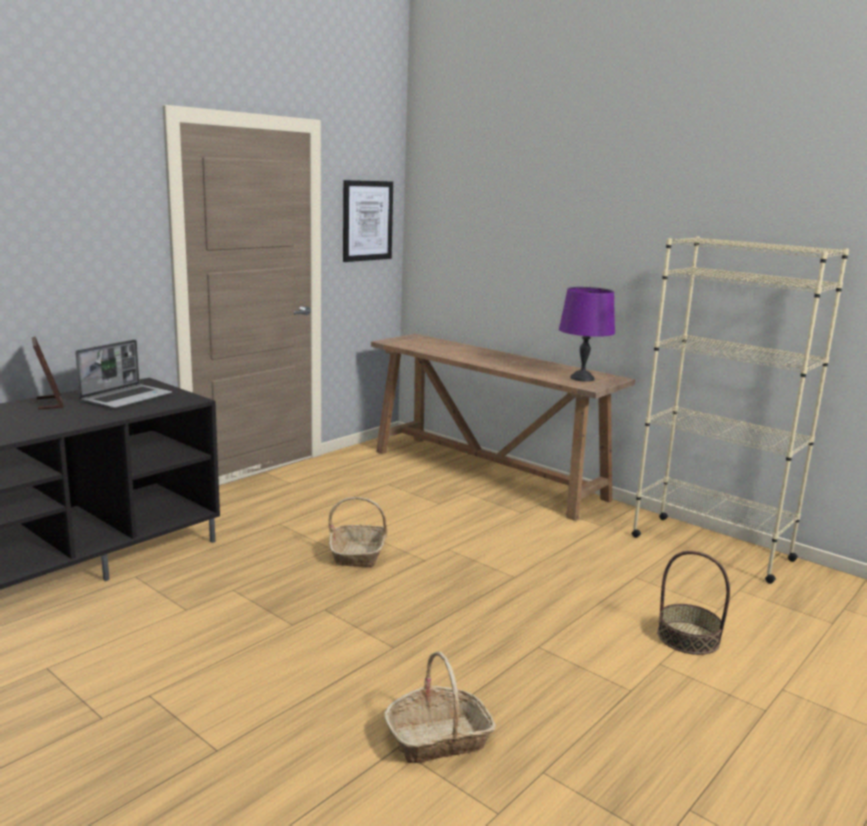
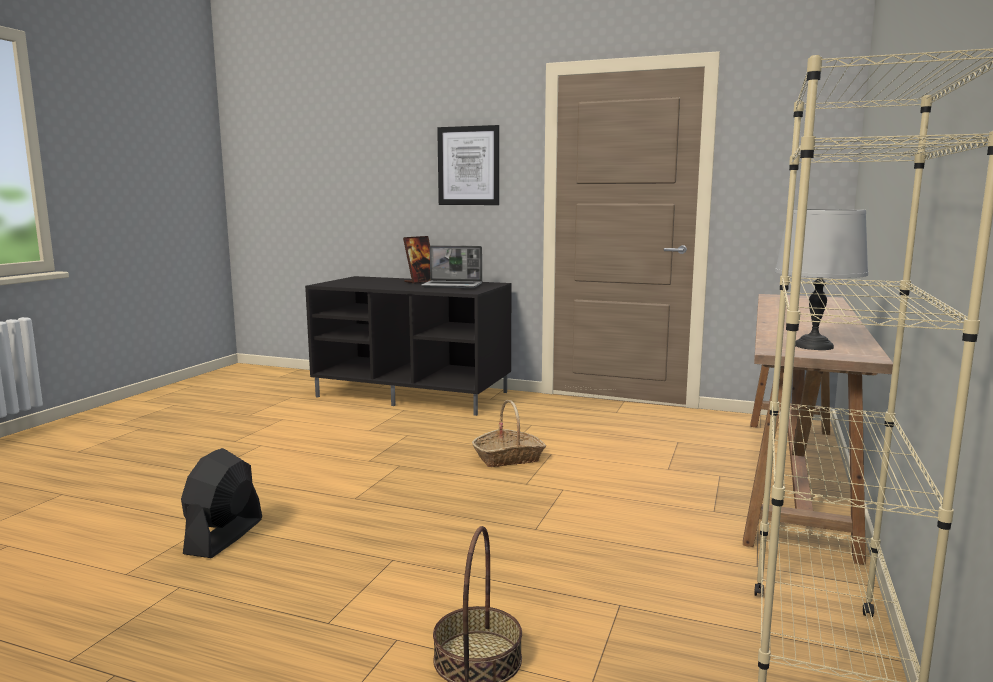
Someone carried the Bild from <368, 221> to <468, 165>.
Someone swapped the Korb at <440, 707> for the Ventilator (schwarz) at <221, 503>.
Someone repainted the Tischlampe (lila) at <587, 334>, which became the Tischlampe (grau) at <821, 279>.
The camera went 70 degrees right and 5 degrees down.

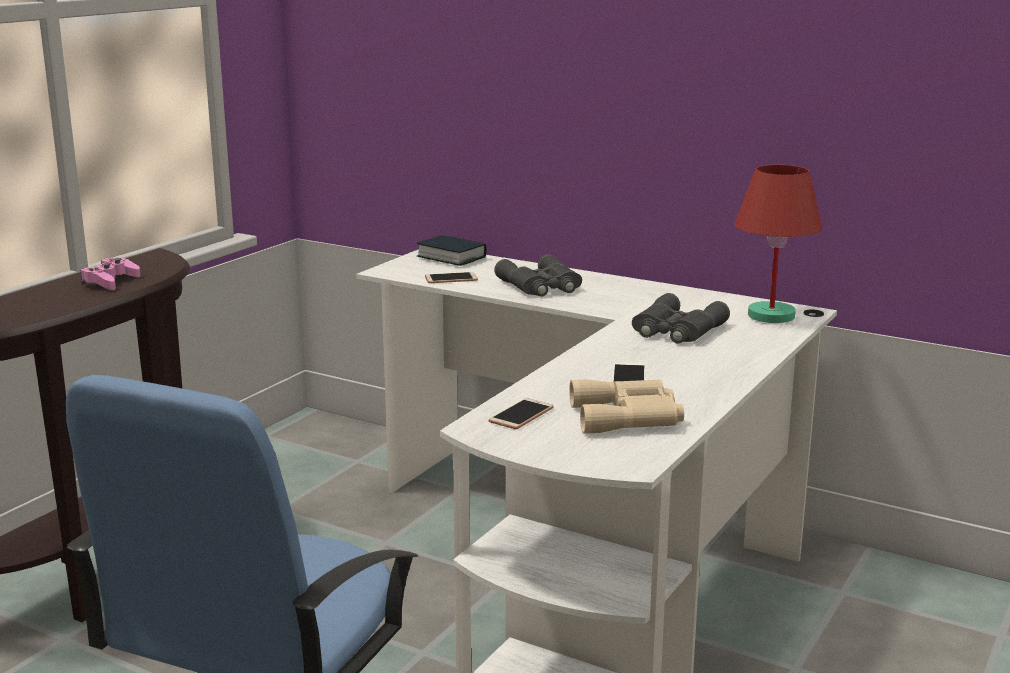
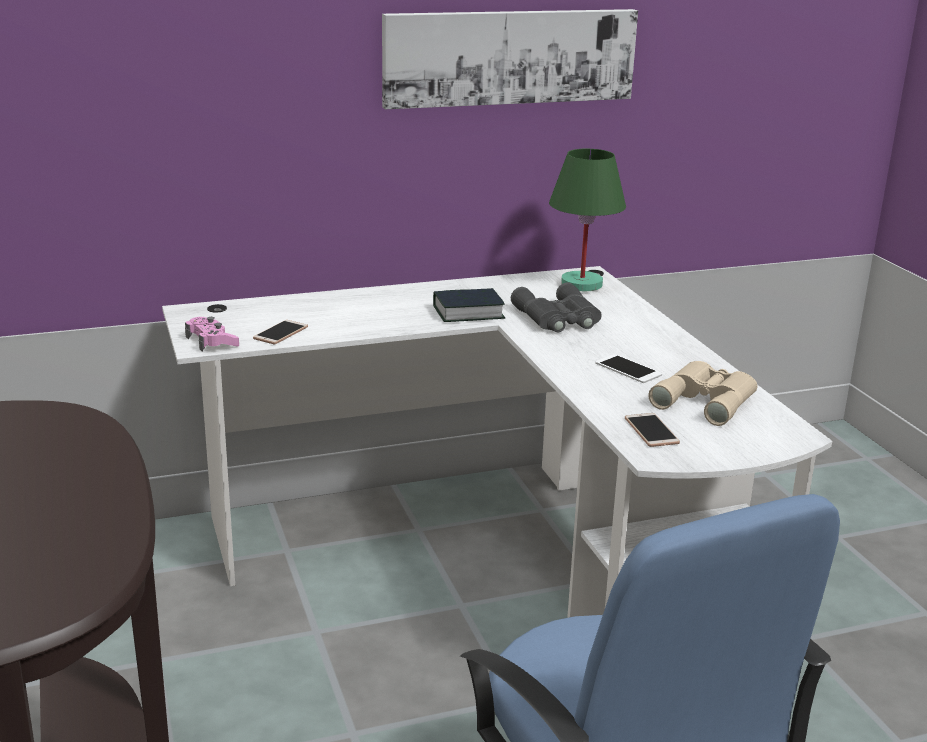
Someone took away the Fernglas (grau) at <538, 275>.
Someone put up the Bild at <510, 59>.
Someone carried the Gamepad (rosa) from <111, 273> to <212, 334>.
Someone carried the Buch from <452, 250> to <469, 305>.
Someone repainted the Tischlampe (rot) at <778, 243>, which became the Tischlampe (grün) at <587, 220>.
The camera went 50 degrees left and 5 degrees up.

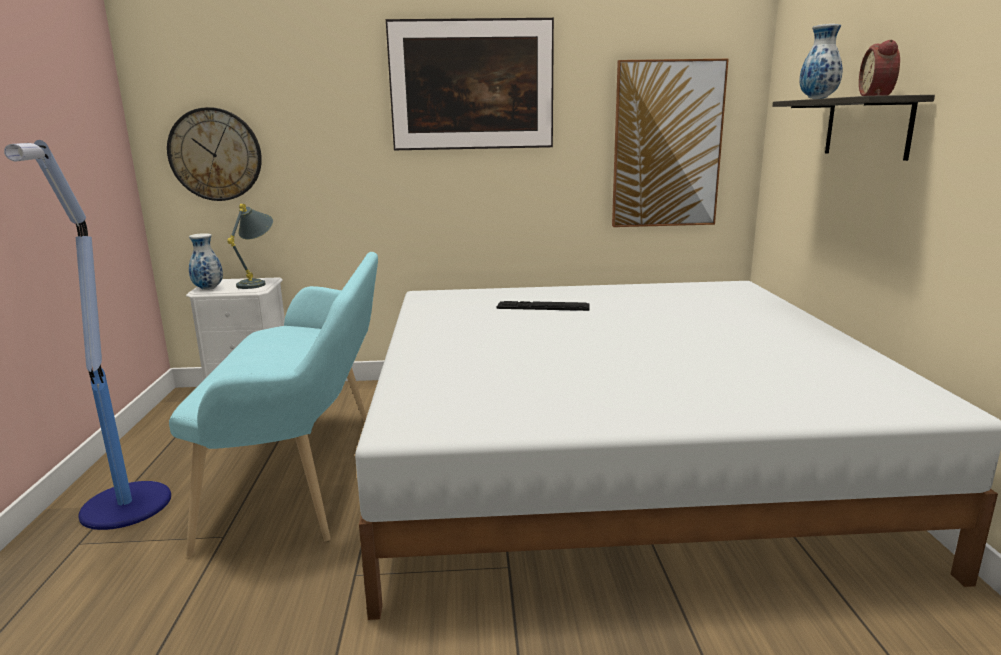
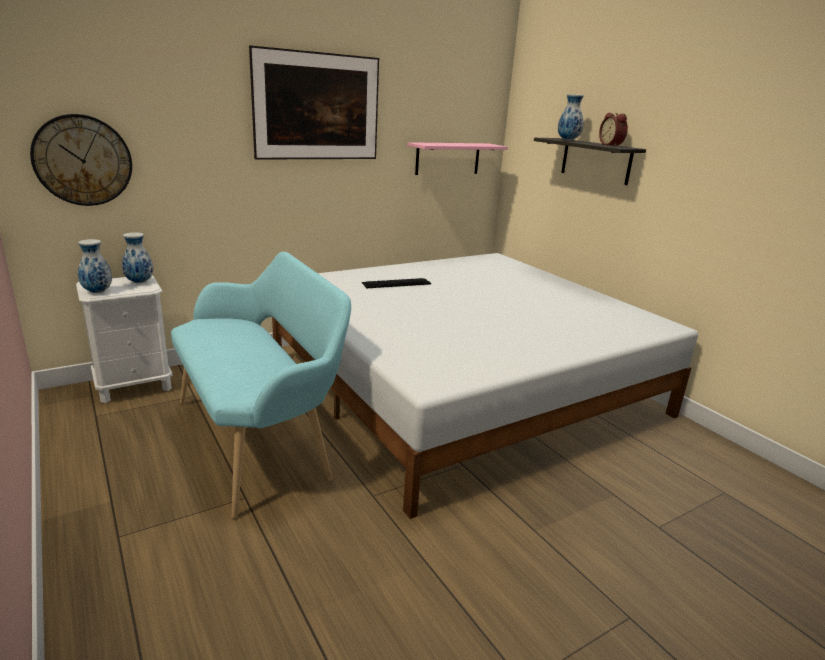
Someone took away the Stehlampe at <87, 335>.
Someone swapped the Tischlampe (grau) at <250, 246> for the Vase at <137, 257>.
Someone swapped the Bild at <670, 143> for the Wandregal (rosa) at <457, 158>.
The camera went 30 degrees left and 5 degrees up.

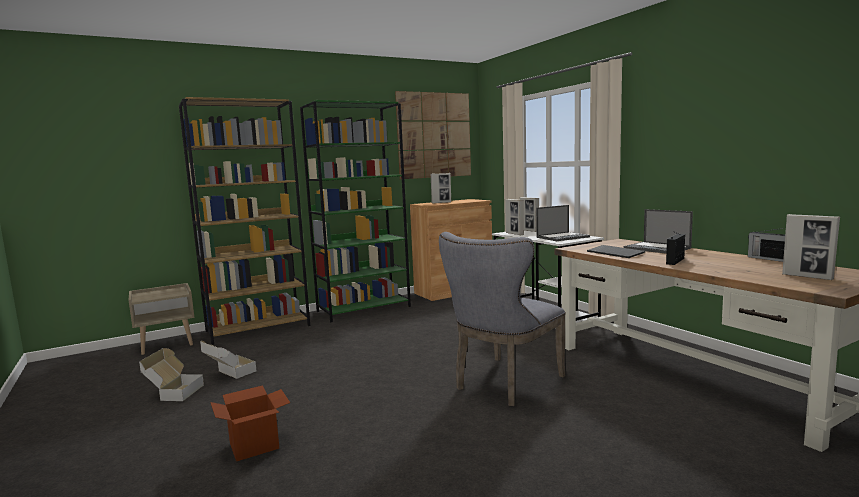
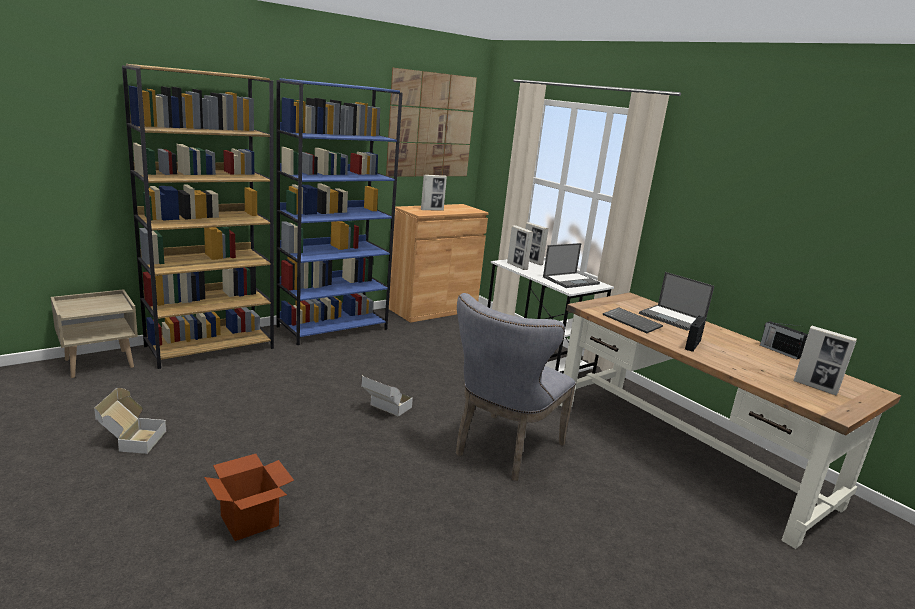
Someone carried the Karton from <228, 360> to <387, 396>.
Someone repainted the Bücherregal (grün) at <355, 211>, which became the Bücherregal (blau) at <340, 211>.
The camera went 10 degrees left and 10 degrees up.

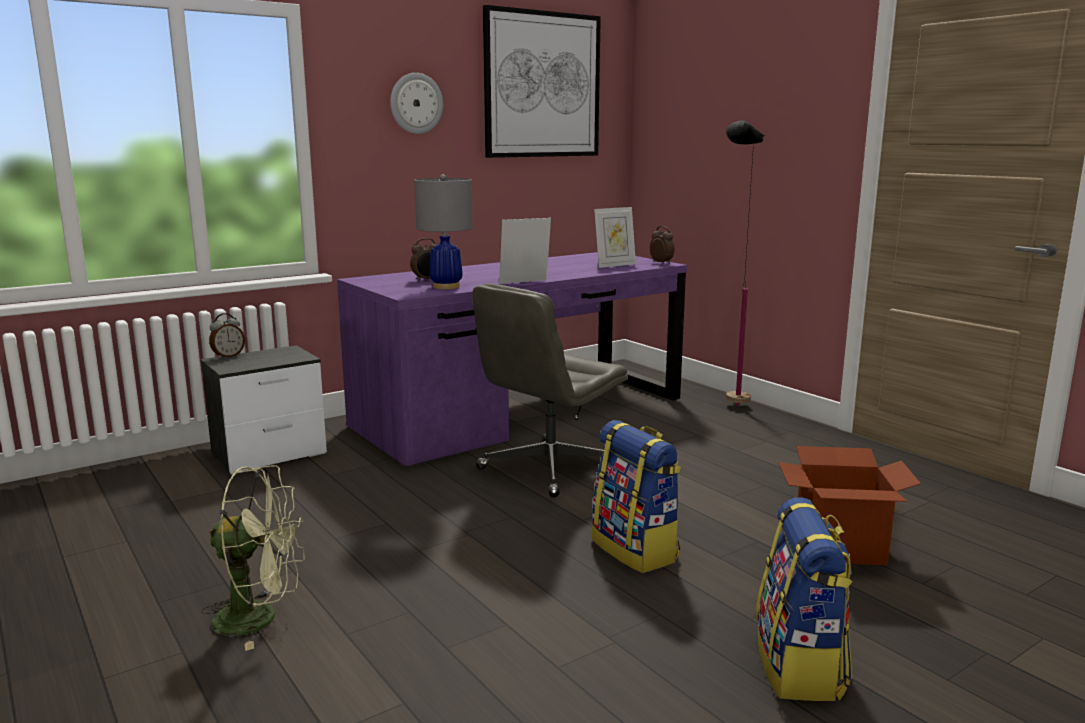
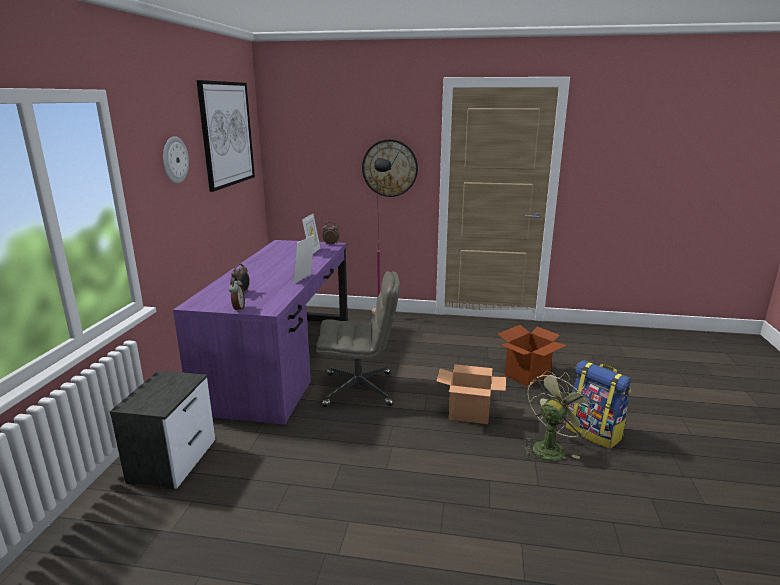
Someone took away the Tischlampe (grau) at <443, 231>.
Someone put up the Wanduhr at <390, 168>.
Someone carried the Ventilator (grün) from <253, 558> to <559, 415>.
Someone carried the Wecker from <227, 336> to <237, 295>.
Someone swapped the Rucksack at <636, 496> for the Karton at <471, 394>.
Someone rotated the Bürostuhl (grau) at <550, 390> by 90 degrees counterclockwise.
The camera went 45 degrees left and 5 degrees up.

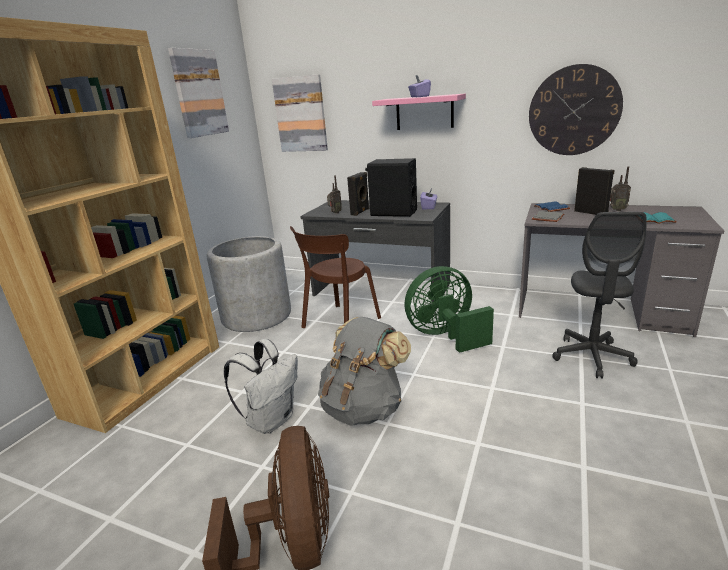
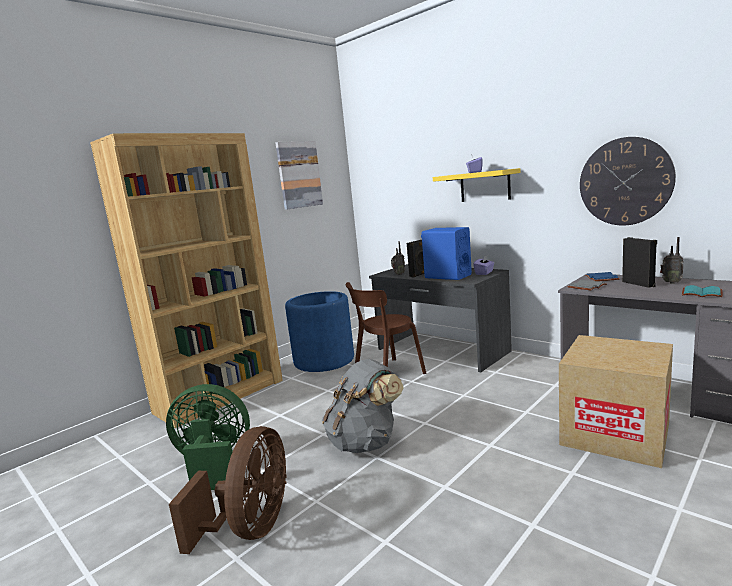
Someone took away the Rucksack (weiß) at <261, 386>.
Someone took away the Bild at <300, 113>.
Someone carried the Ventilator (grün) from <449, 309> to <208, 437>.
Someone swapped the Bürostuhl (grau) at <599, 295> for the Karton at <616, 401>.
Someone repainted the Pflanzkübel (grau) at <249, 284>, which became the Pflanzkübel (blau) at <319, 331>.
Someone repainted the Lautsprecher (schwarz) at <391, 187>, which became the Lautsprecher (blau) at <446, 253>.
Someone repainted the Wandregal (rosa) at <419, 112>, which became the Wandregal (gelb) at <477, 185>.
The camera went 20 degrees right and 10 degrees down.

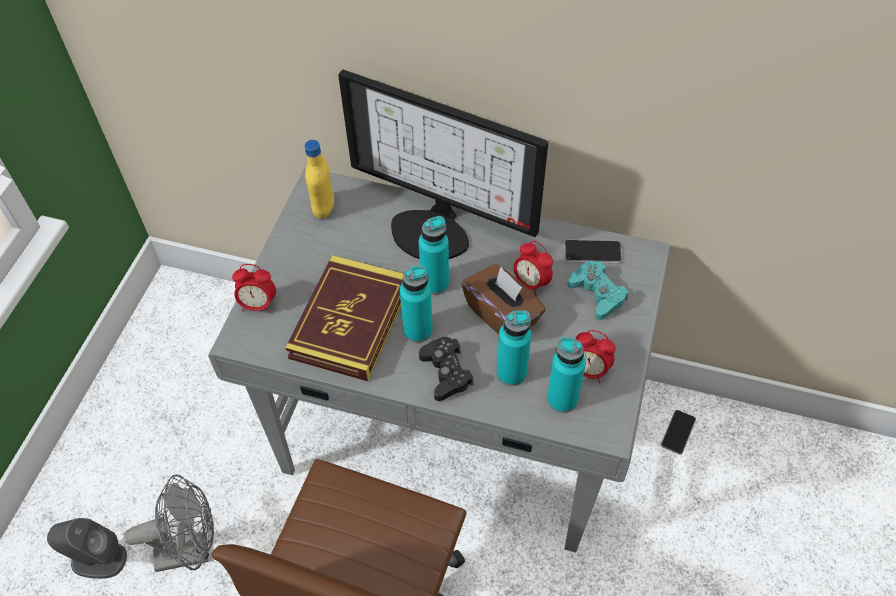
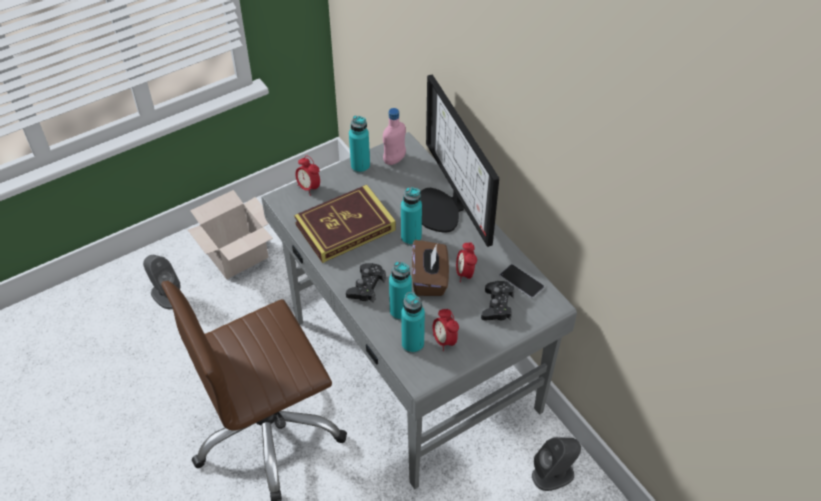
Someone took away the Ventilator (grau) at <169, 523>.
Someone put down the Karton at <230, 234>.
Someone carried the Flasche (türkis) from <416, 304> to <359, 144>.
Someone swapped the Handy at <678, 432> for the Lautsprecher (grau) at <556, 464>.
Someone repainted the Flasche (gelb) at <319, 179>, which became the Flasche (rosa) at <394, 136>.
Someone repainted the Gamepad (türkis) at <598, 290>, which became the Gamepad (schwarz) at <498, 301>.
The camera went 40 degrees right and 5 degrees down.

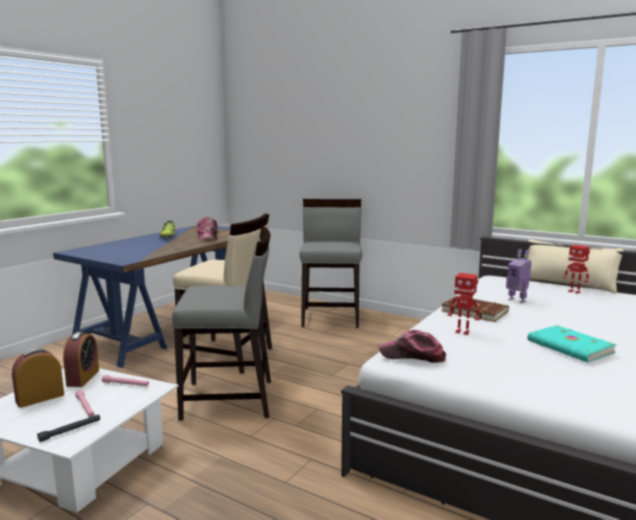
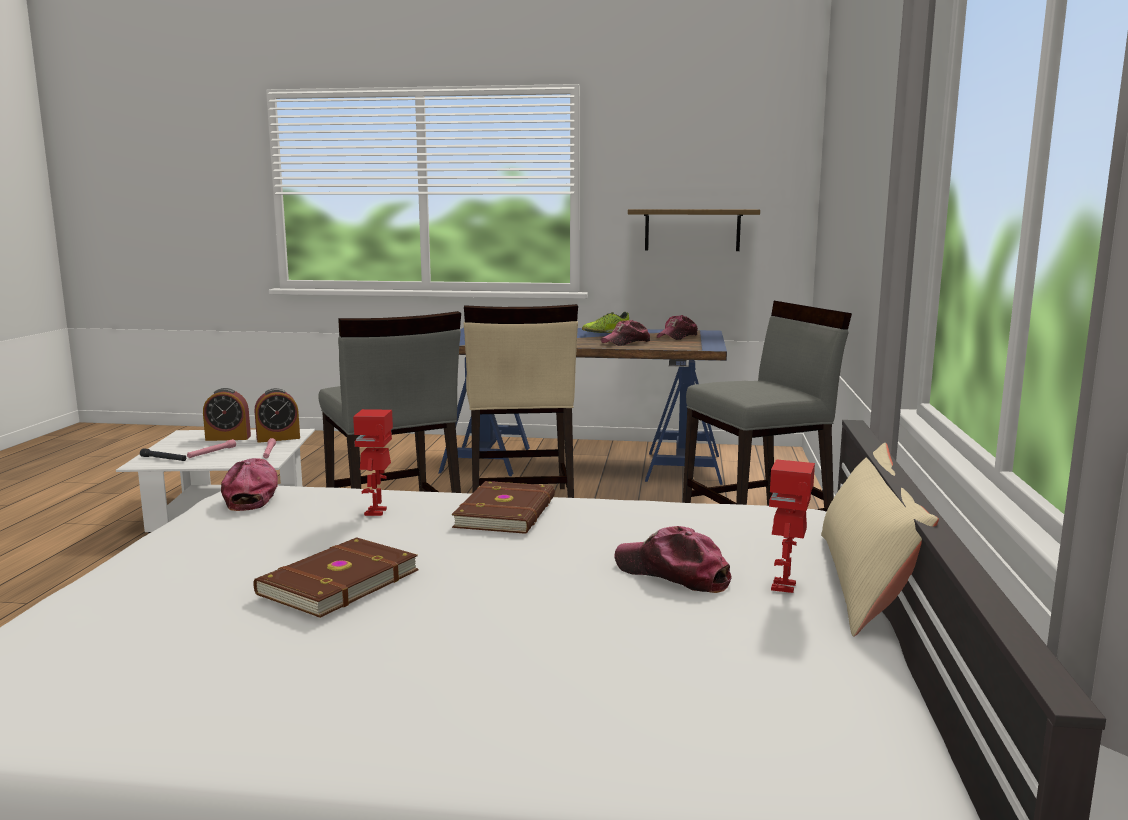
Someone took away the Spielzeugroboter at <519, 276>.
Someone put down the Kappe at <673, 559>.
Someone put up the Wandregal at <694, 230>.
Someone repainted the Buch (türkis) at <572, 343>, which became the Buch (braun) at <336, 578>.
Someone rotated the Wecker at <38, 378> by 150 degrees clockwise.
The camera went 65 degrees right and 0 degrees up.

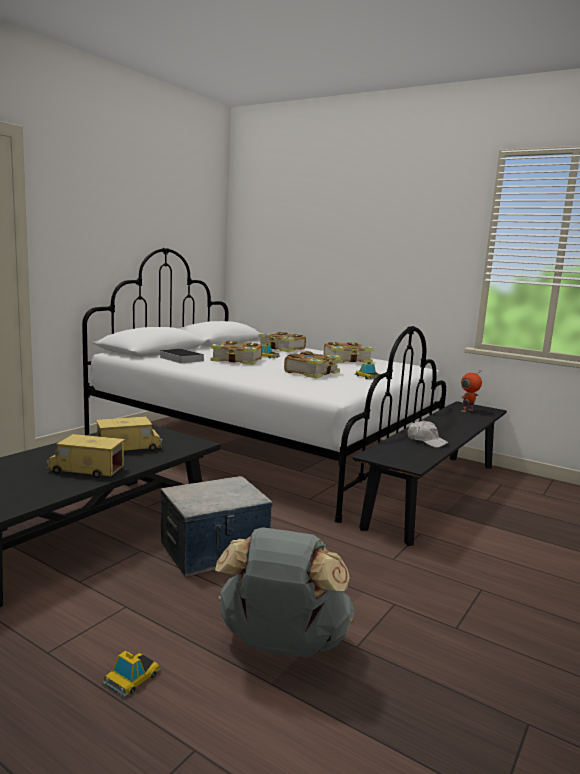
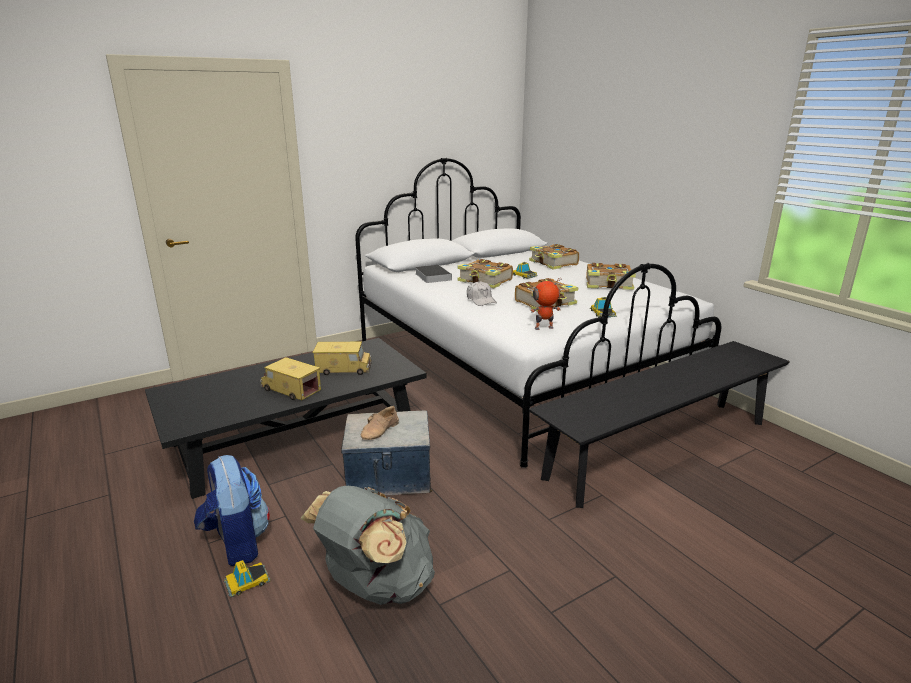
Someone put down the Rucksack at <232, 510>.
Someone put down the Schuh (beige) at <380, 423>.
Someone carried the Kappe (weiß) from <428, 434> to <482, 293>.
Someone carried the Spielzeugroboter from <471, 391> to <545, 304>.
The camera went 25 degrees right and 10 degrees up.

